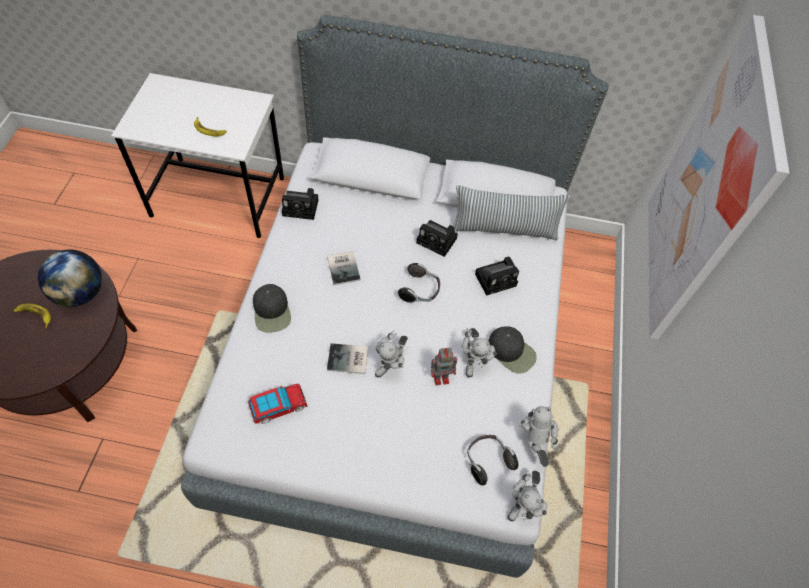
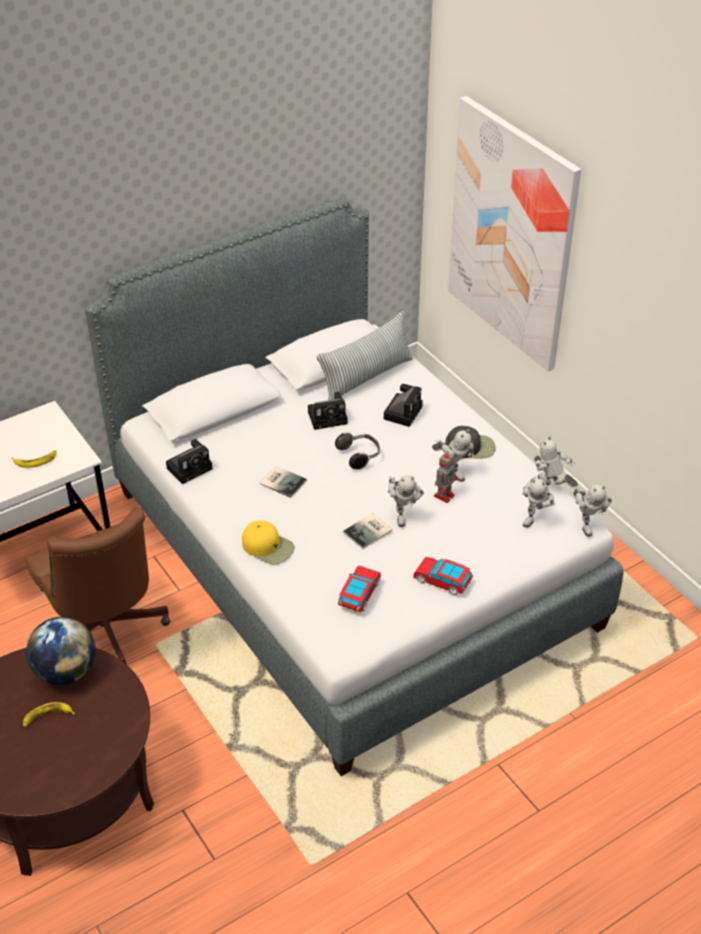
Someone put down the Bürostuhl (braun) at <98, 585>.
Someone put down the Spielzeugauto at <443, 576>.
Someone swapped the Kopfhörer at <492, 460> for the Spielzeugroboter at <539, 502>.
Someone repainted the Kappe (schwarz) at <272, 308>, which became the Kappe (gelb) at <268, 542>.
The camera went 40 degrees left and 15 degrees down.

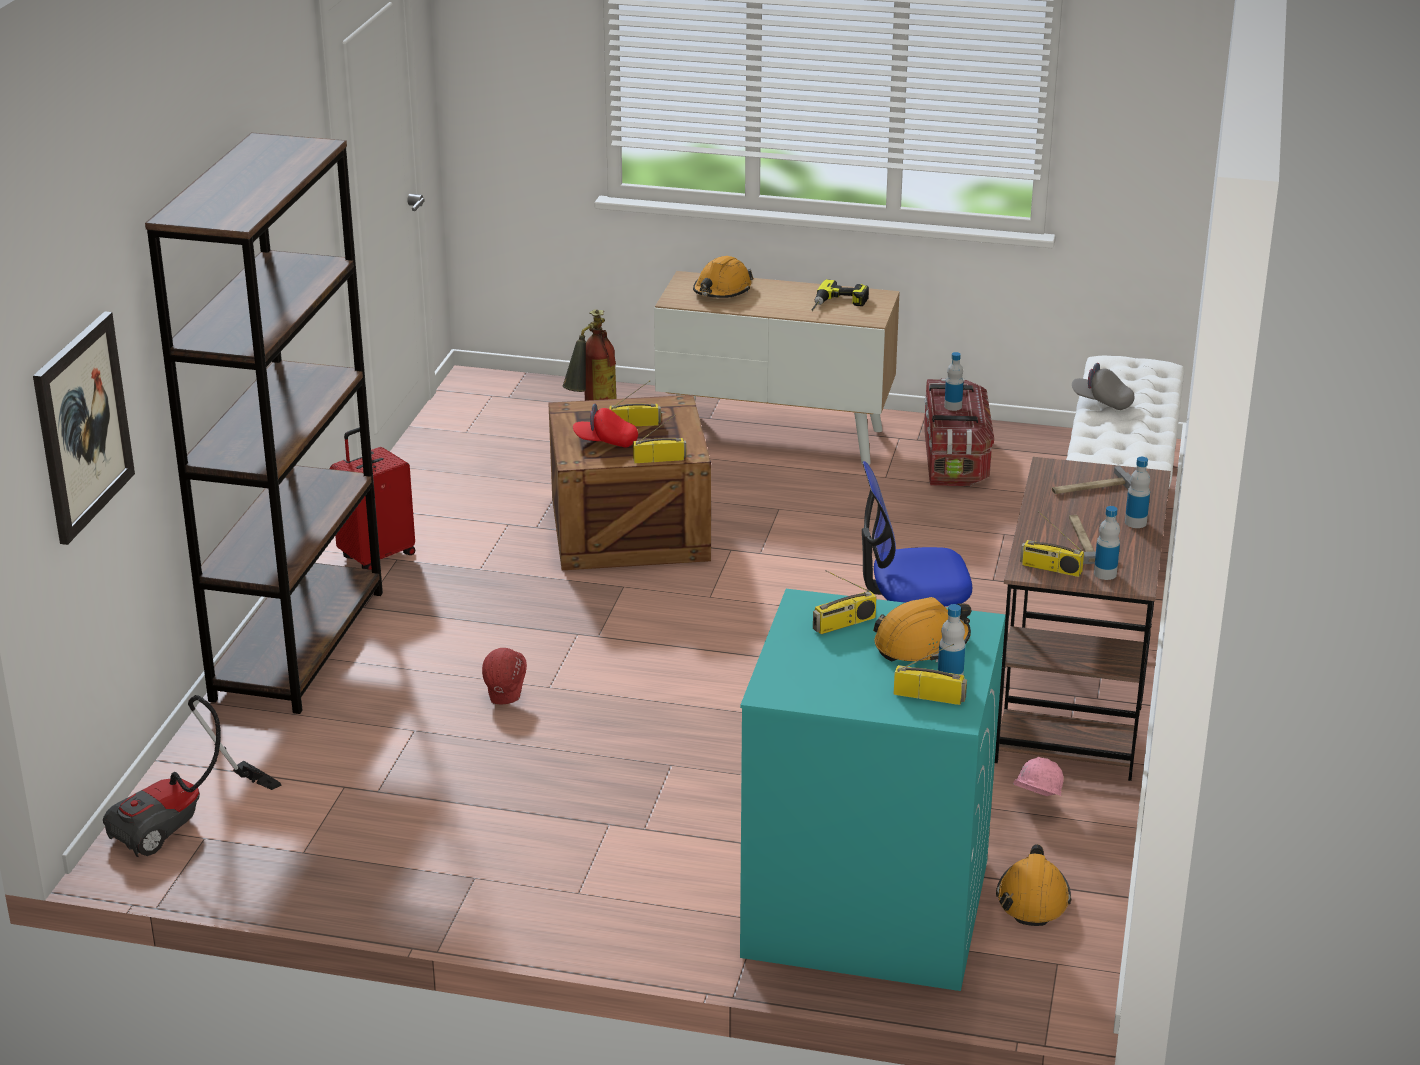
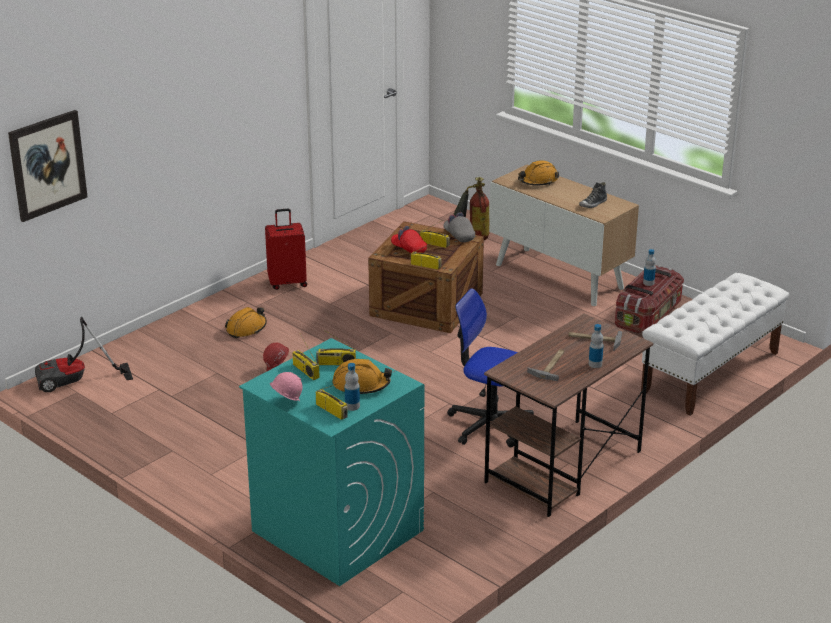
Someone took away the Bücherregal (braun) at <264, 423>.
Someone took away the Flasche at <1107, 543>.
Someone carried the Schutzhelm (orange) from <1033, 885> to <246, 322>.
Someone carried the Schutzhelm (rosa) from <1038, 776> to <286, 387>.
Someone carried the Radio from <1052, 544> to <306, 357>.
Someone carried the Kappe (grau) from <1103, 386> to <459, 227>.
Someone swapped the Bohrmaschine at <840, 295> for the Schuh at <593, 195>.
The camera went 30 degrees right and 0 degrees up.

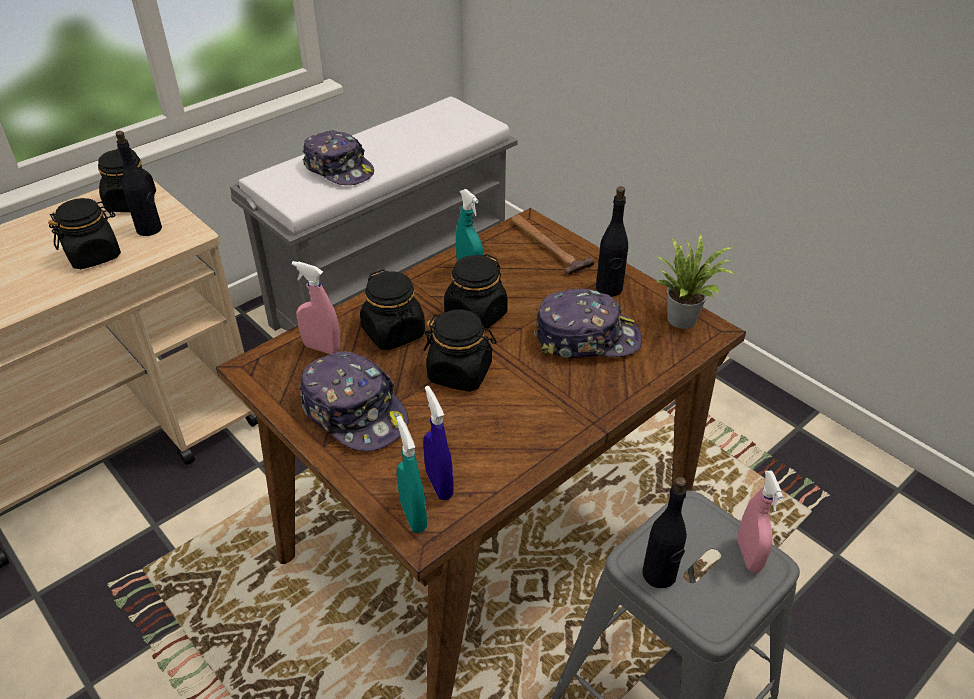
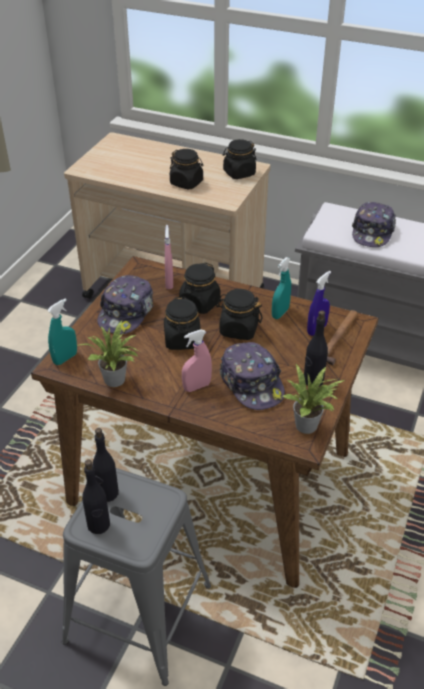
Someone put down the Topfpflanze at <108, 353>.
Someone carried the Flasche (schwarz) from <138, 183> to <96, 497>.
Someone carried the Sprühflasche (blau) from <438, 443> to <319, 303>.
Someone carried the Sprühflasche (rosa) from <760, 522> to <197, 360>.
The camera went 65 degrees right and 0 degrees up.

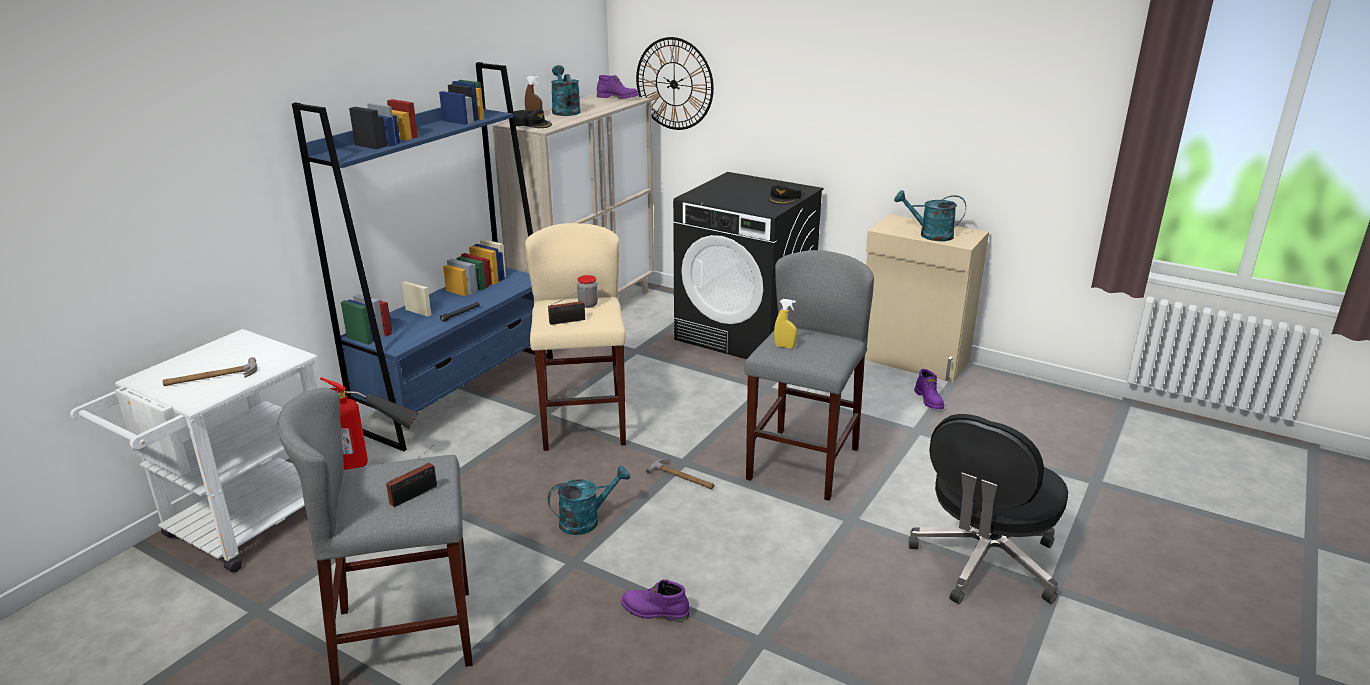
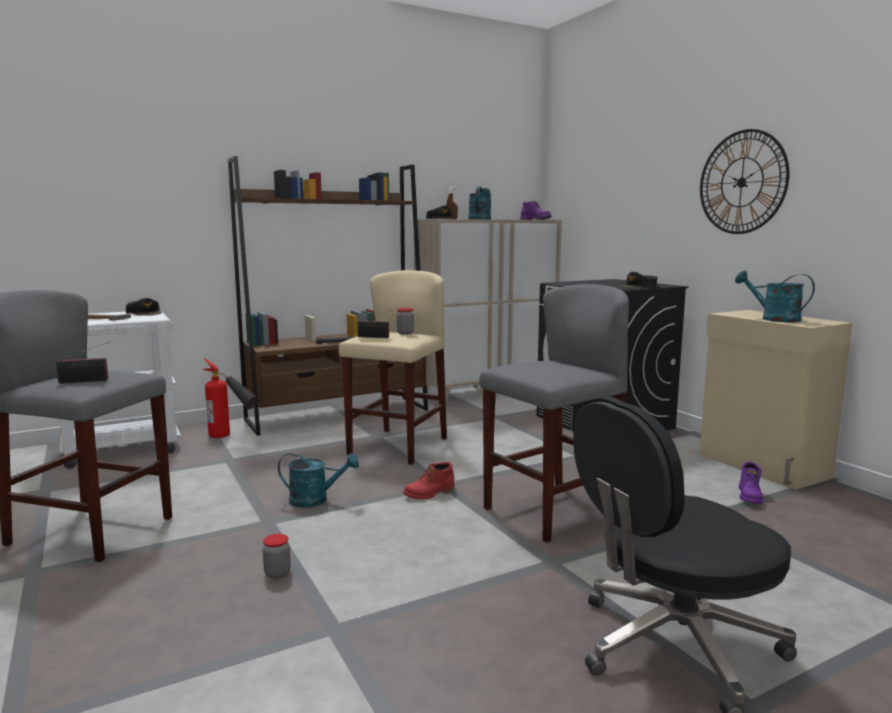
Someone took away the Sprühflasche (gelb) at <785, 323>.
Someone put down the Kappe (schwarz) at <144, 307>.
Someone carried the Wanduhr from <675, 83> to <745, 181>.
Someone swapped the Stiefel (lila) at <655, 600> for the Vorratsglas at <277, 556>.
Someone swapped the Hammer at <680, 474> for the Stiefel (rot) at <429, 480>.
Someone repainted the Bücherregal (blau) at <422, 257>, which became the Bücherregal (braun) at <328, 296>.
The camera went 30 degrees right and 15 degrees down.

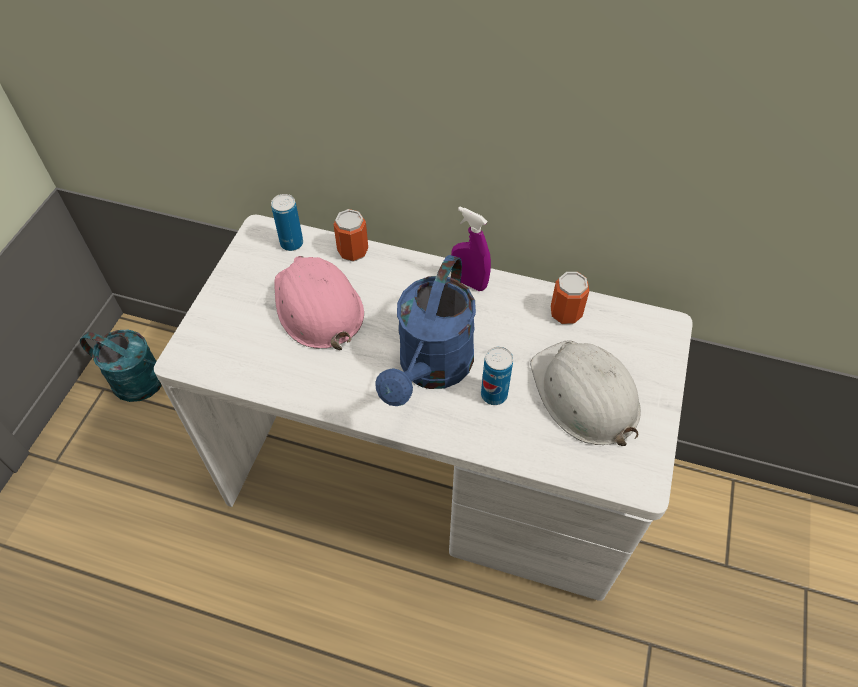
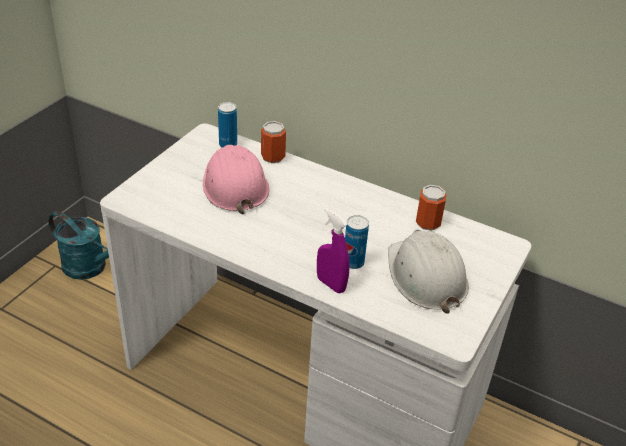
Someone took away the Gießkanne (blau) at <425, 330>.
Someone carried the Sprühflasche (lila) from <471, 249> to <333, 250>.
The camera went 10 degrees right and 15 degrees down.

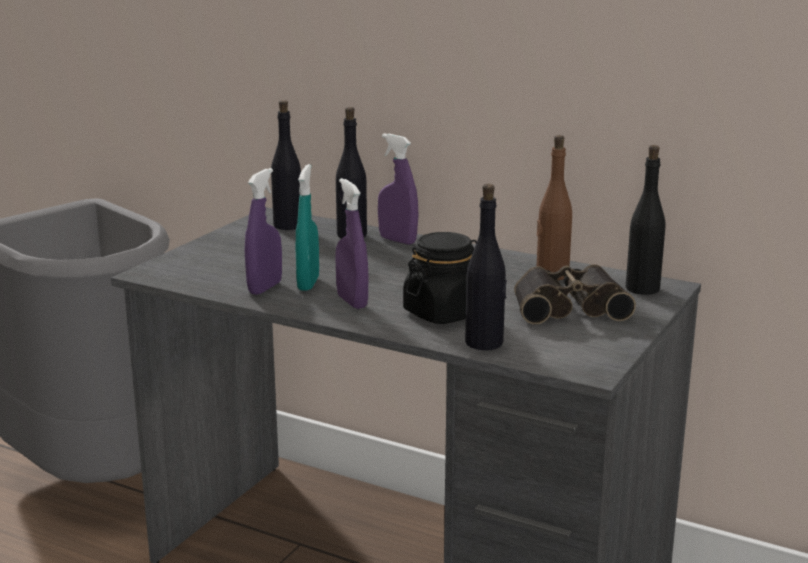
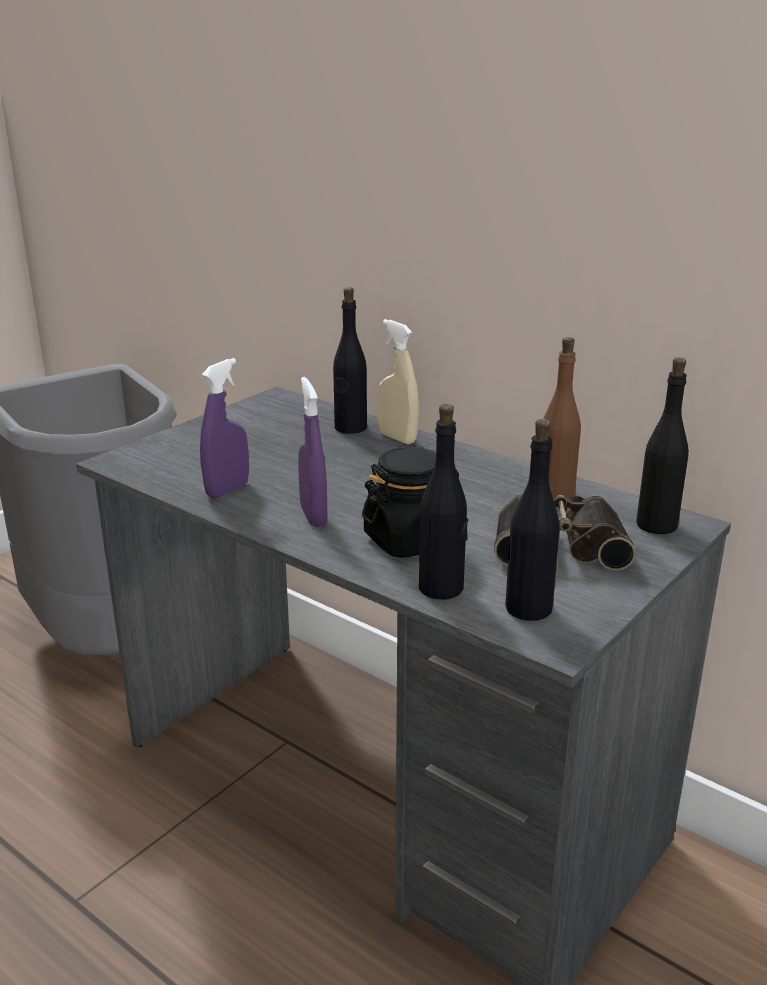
Someone took away the Sprühflasche (türkis) at <307, 227>.
Someone carried the Flasche (schwarz) from <286, 165> to <532, 520>.
Someone repainted the Sprühflasche (lila) at <398, 189>, which became the Sprühflasche (beige) at <398, 381>.
The camera went 10 degrees right and 5 degrees up.

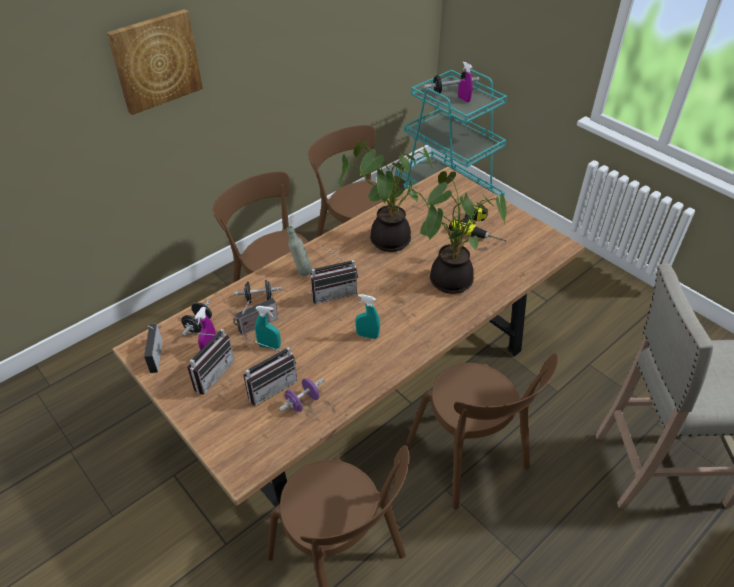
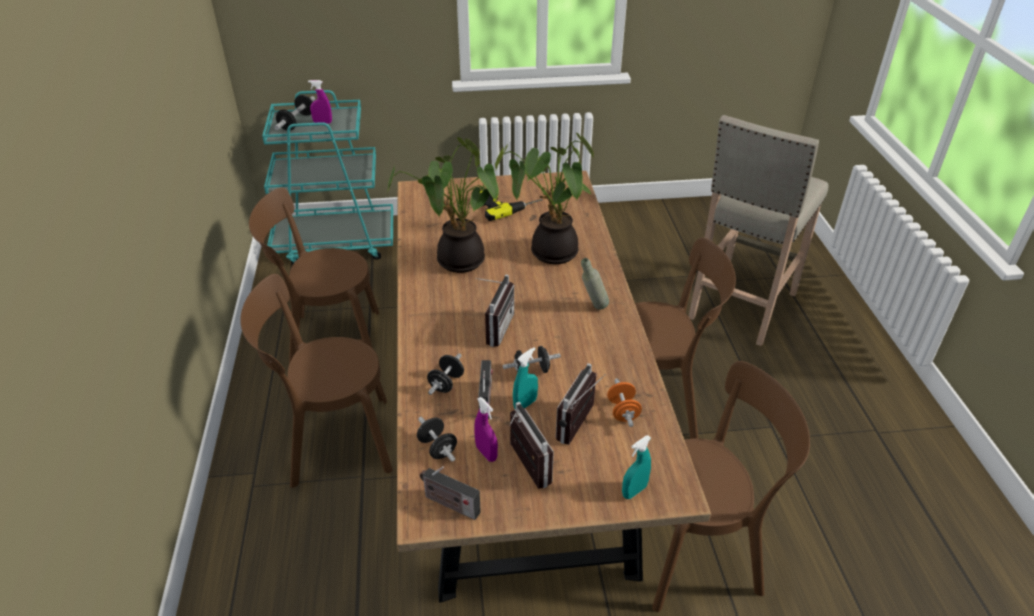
Someone took away the Bild at <154, 62>.
Someone put down the Hantel (schwarz) at <532, 359>.
Someone carried the Flasche (grau) from <299, 251> to <595, 283>.
Someone carried the Sprühflasche (türkis) from <367, 316> to <636, 467>.
Someone repainted the Hantel (lila) at <301, 395>, which became the Hantel (orange) at <624, 402>.
Someone rotated the Radio at <270, 373> by 150 degrees counterclockwise.
The camera went 55 degrees left and 5 degrees down.

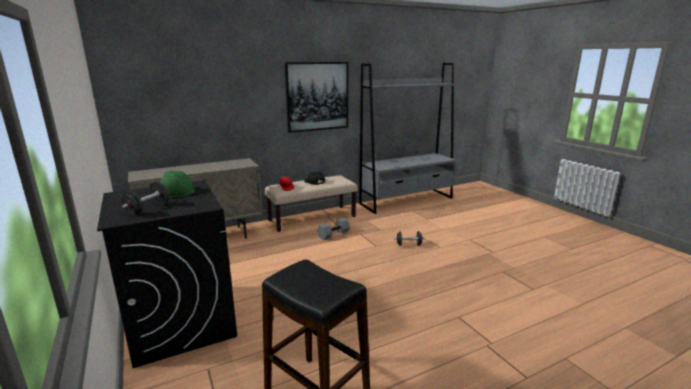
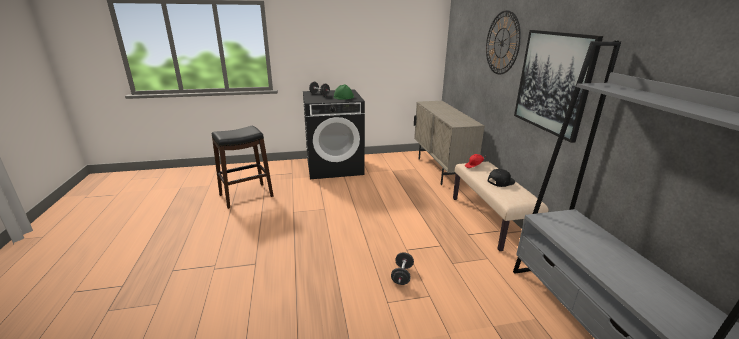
Someone took away the Hantel (grau) at <333, 229>.
Someone put up the Wanduhr at <503, 42>.
The camera went 105 degrees right and 5 degrees up.

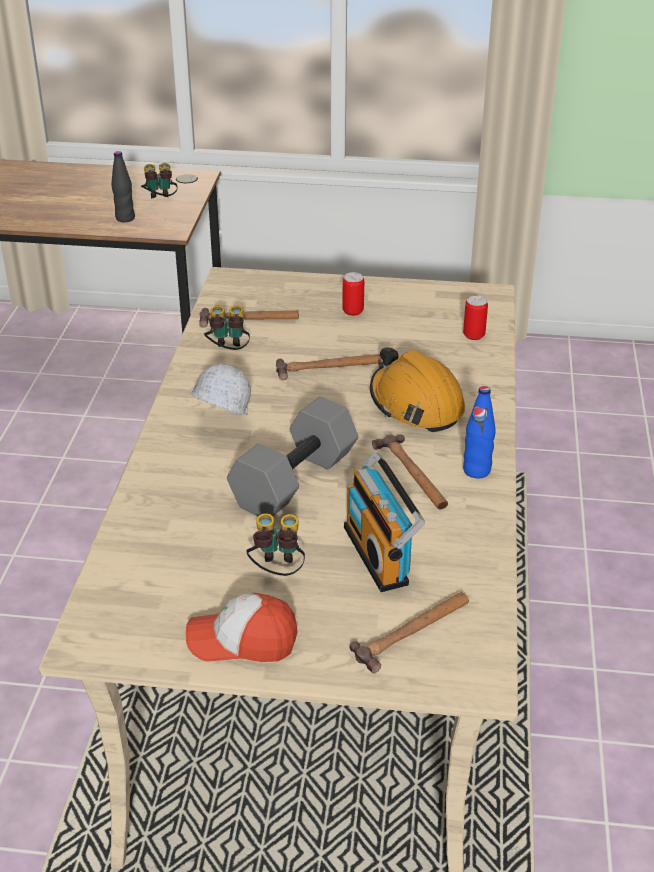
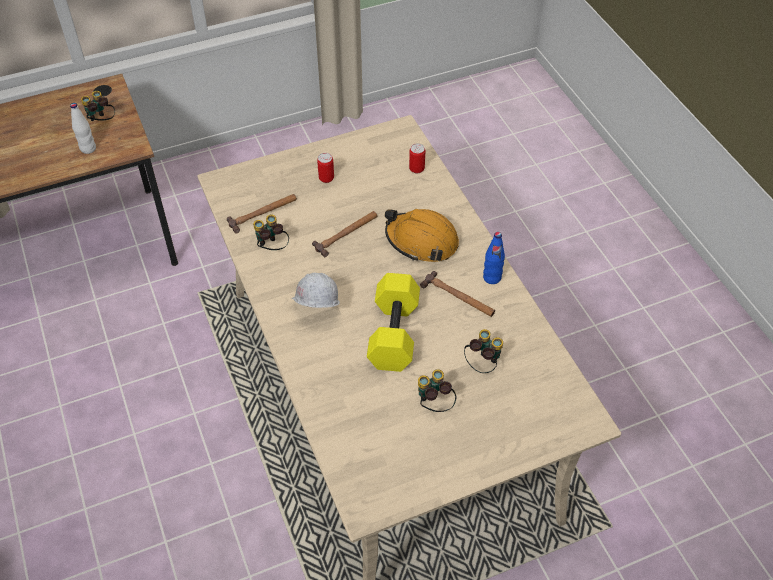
Someone took away the Kappe at <241, 627>.
Someone took away the Hammer at <409, 633>.
Someone swapped the Radio at <384, 522> for the Fernglas at <483, 351>.
Someone repainted the Flasche (schwarz) at <123, 186>, which became the Flasche (weiß) at <83, 128>.
Someone repainted the Hantel (grau) at <293, 456>, which became the Hantel (gelb) at <393, 322>.
The camera went 30 degrees left and 15 degrees up.

